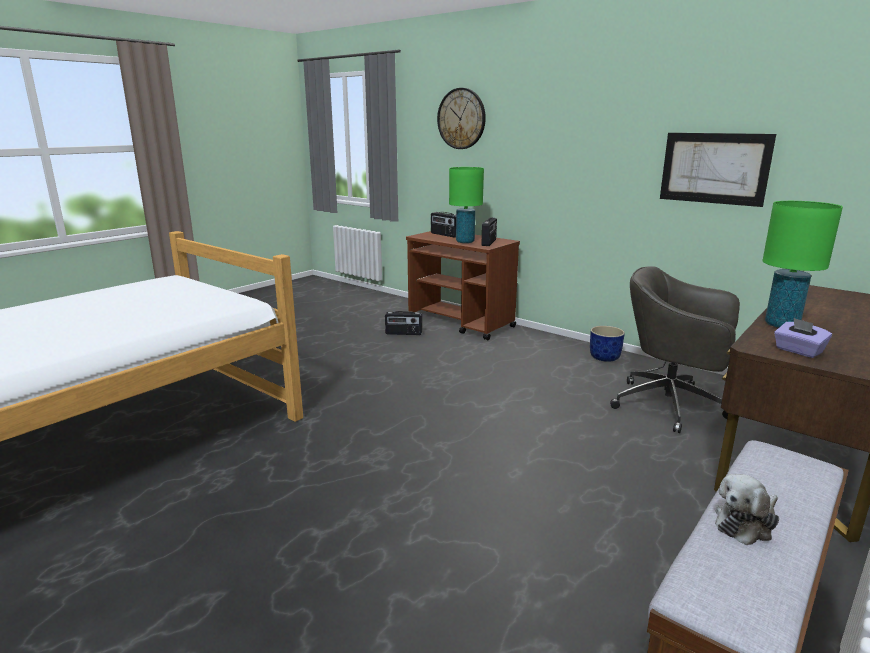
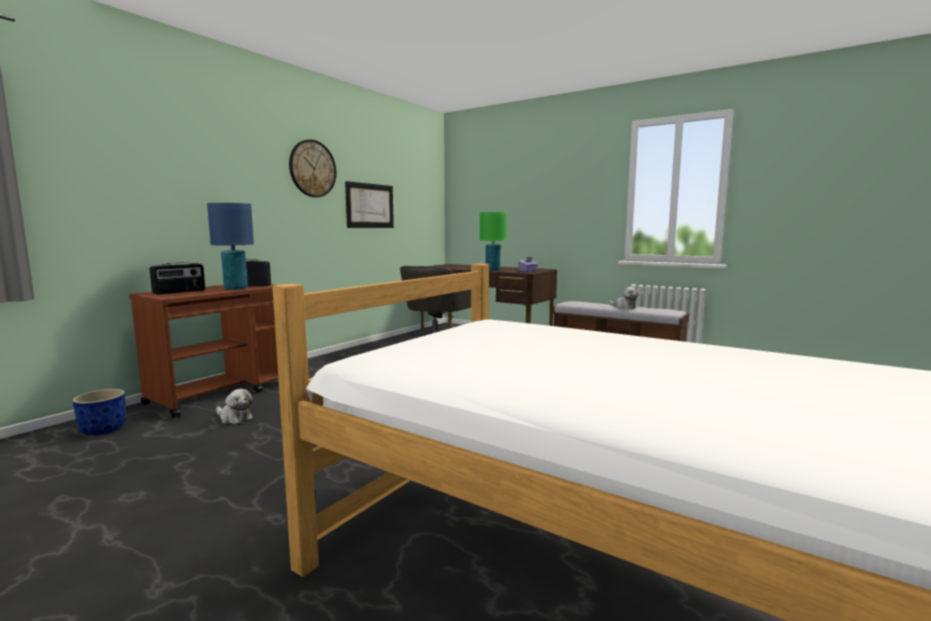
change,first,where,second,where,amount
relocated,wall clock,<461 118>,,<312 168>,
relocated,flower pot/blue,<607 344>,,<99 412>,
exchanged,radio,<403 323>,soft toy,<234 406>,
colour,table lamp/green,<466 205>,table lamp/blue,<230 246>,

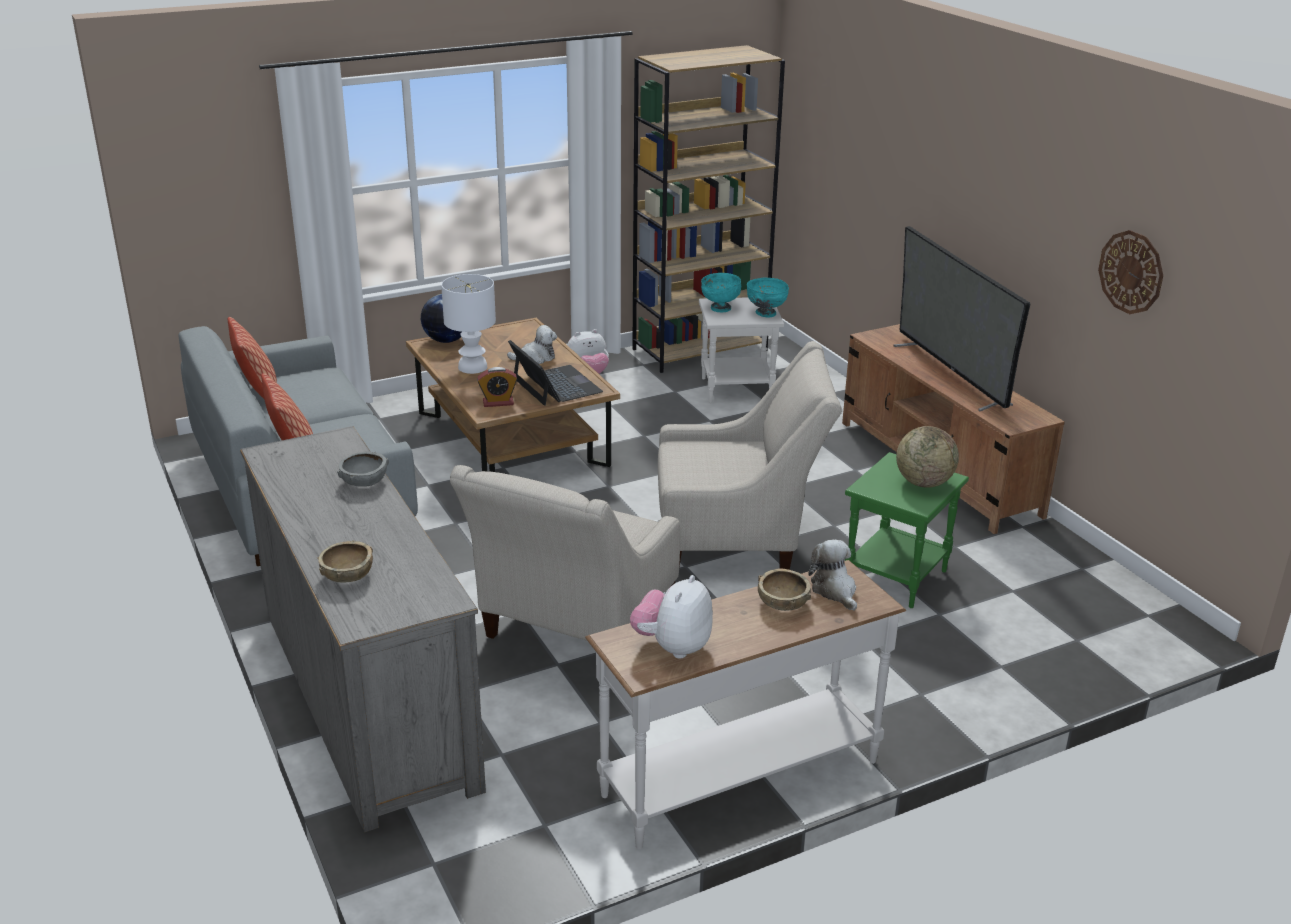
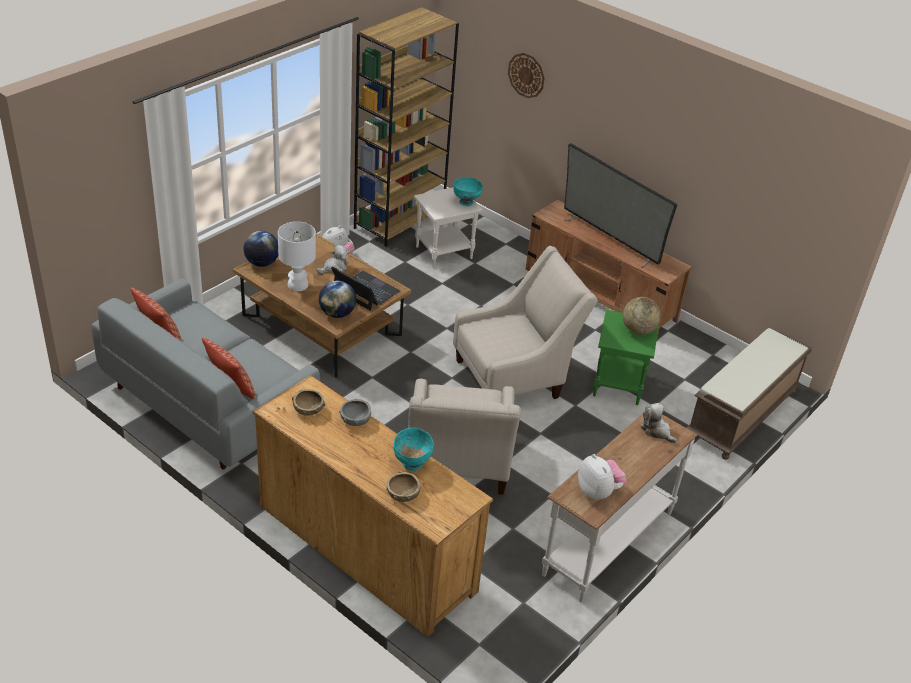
change,first,where,second,where,amount
appeared,,,indoor bench/brown-coloured,<749 394>,
relocated,deep dish/turquoise,<721 292>,,<413 449>,
relocated,deep dish/brown-coloured,<784 590>,,<308 402>,
relocated,wall clock,<1130 272>,,<526 75>,
exchanged,table clock,<497 387>,world globe,<337 299>,
colour,chest of drawers/gray,<363 629>,chest of drawers/brown-coloured,<373 506>,
spun,soft toy,<671 617>,,<602 477>,150 degrees clockwise

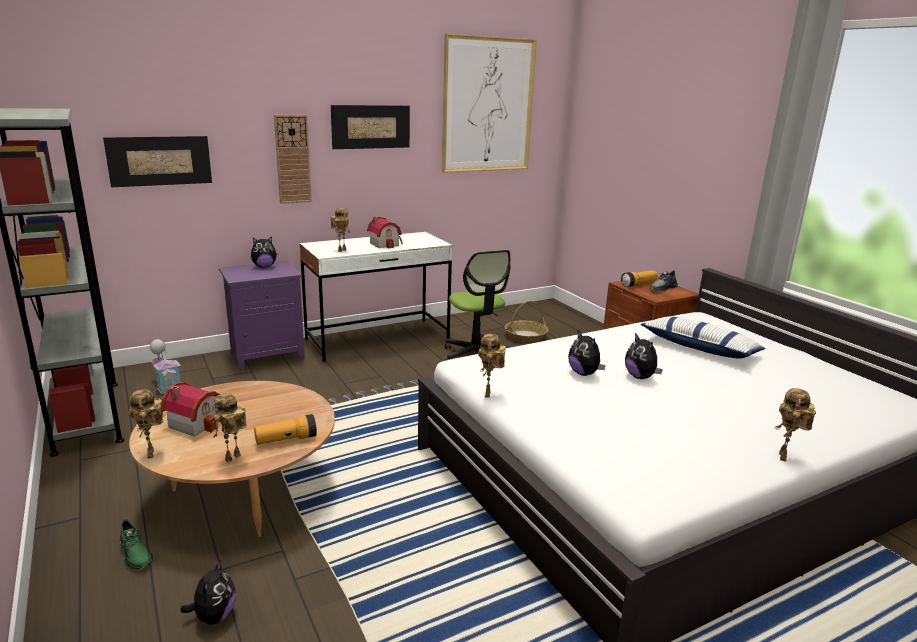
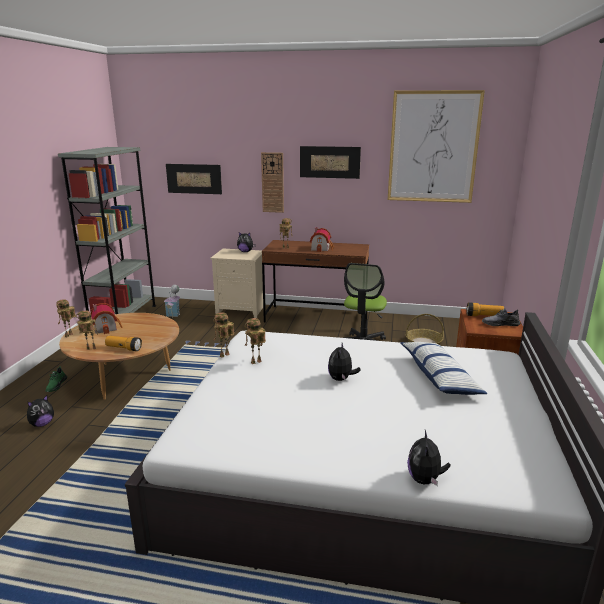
change,first,where,second,where,amount
relocated,soft toy,<587 353>,,<429 458>,
relocated,toy robot,<796 424>,,<255 341>,
colour,night table/purple-coloured,<262 316>,night table/beige,<236 283>,
colour,desk table/white,<375 297>,desk table/brown-coloured,<315 281>,

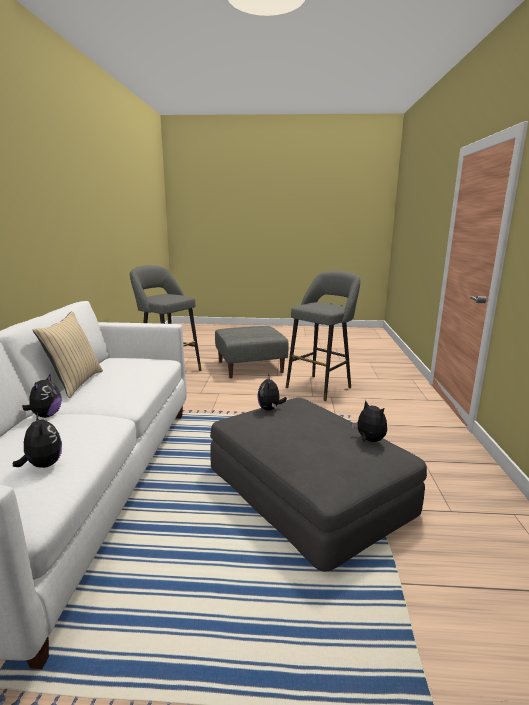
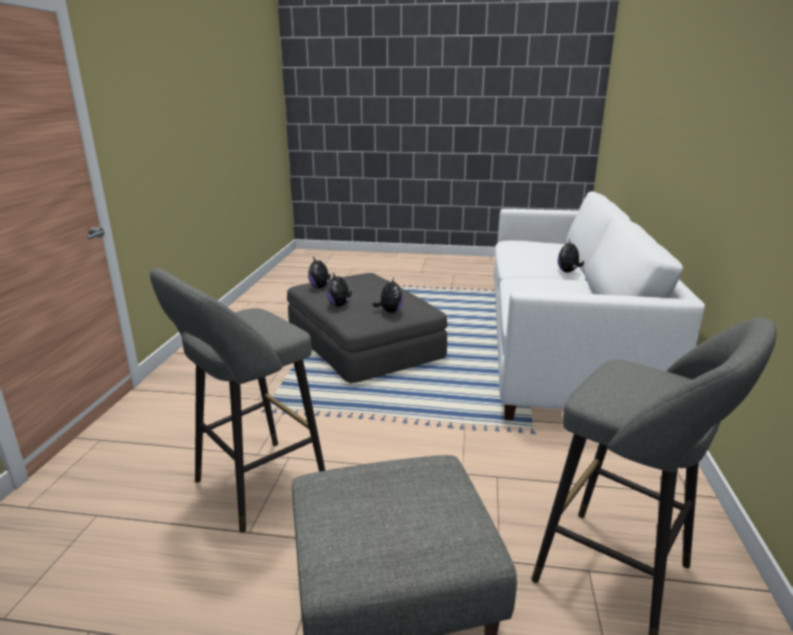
change,first,where,second,where,amount
missing,throw pillow/beige,<68 354>,,,
relocated,soft toy,<37 440>,,<339 290>,

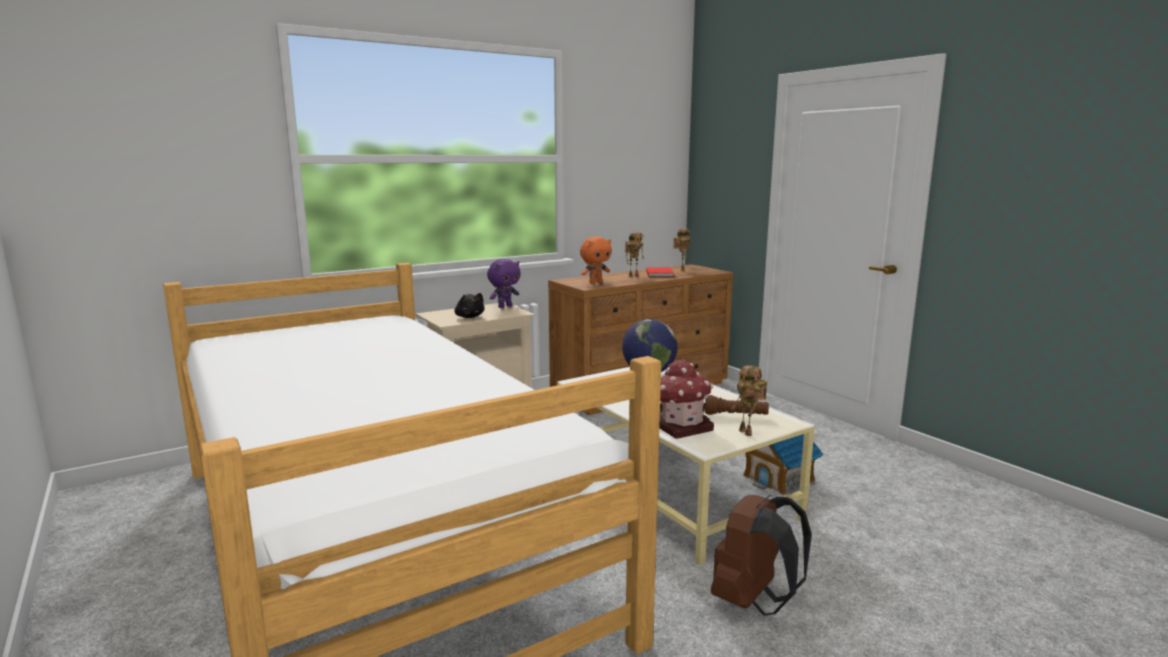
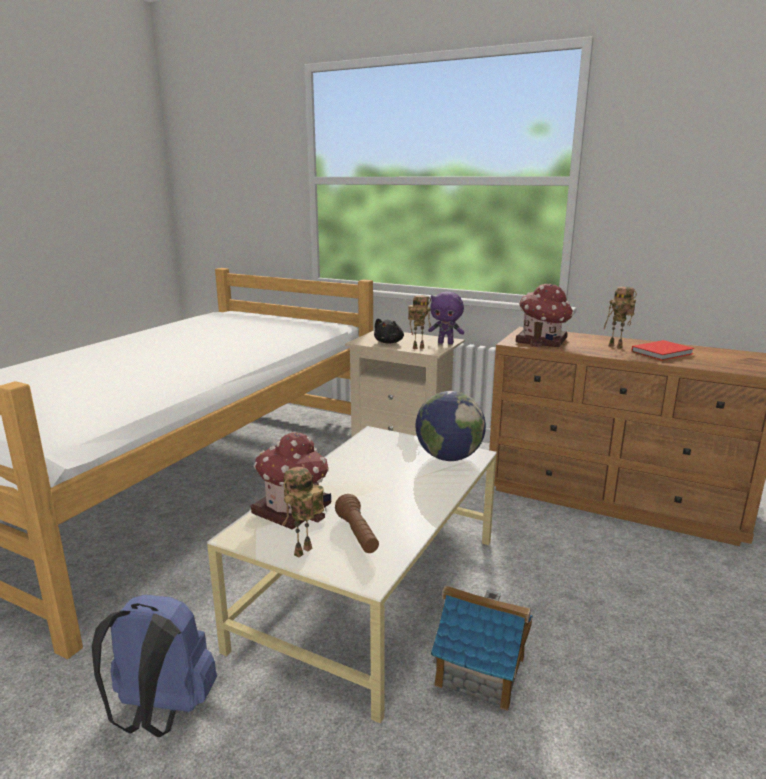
change,first,where,second,where,amount
relocated,toy robot,<682 249>,,<419 322>,
exchanged,soft toy/orange,<596 260>,toy house,<545 316>,
colour,rucksack/brown-coloured,<761 555>,rucksack/blue,<154 665>,

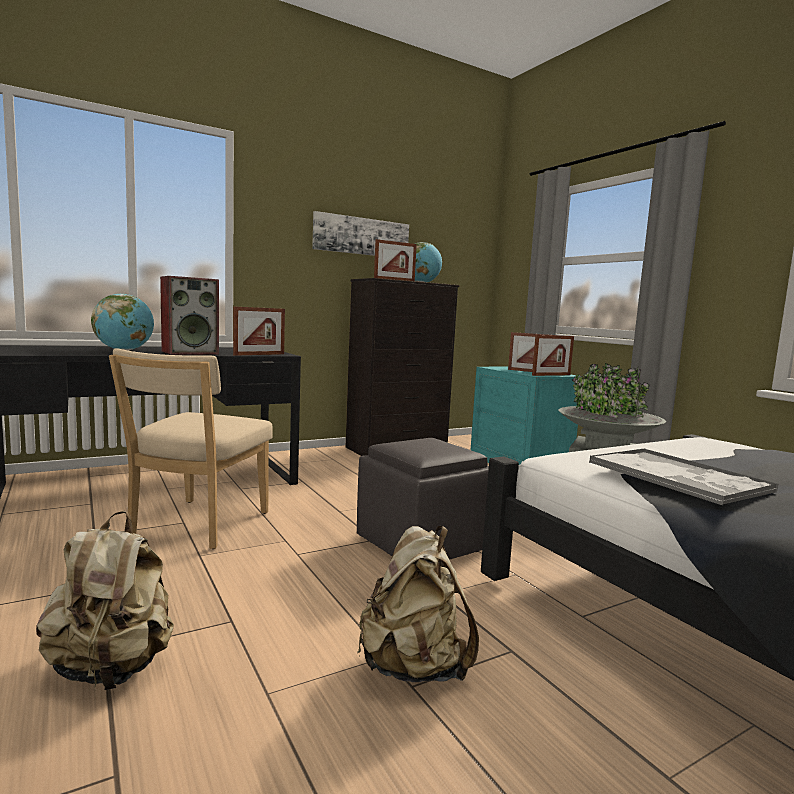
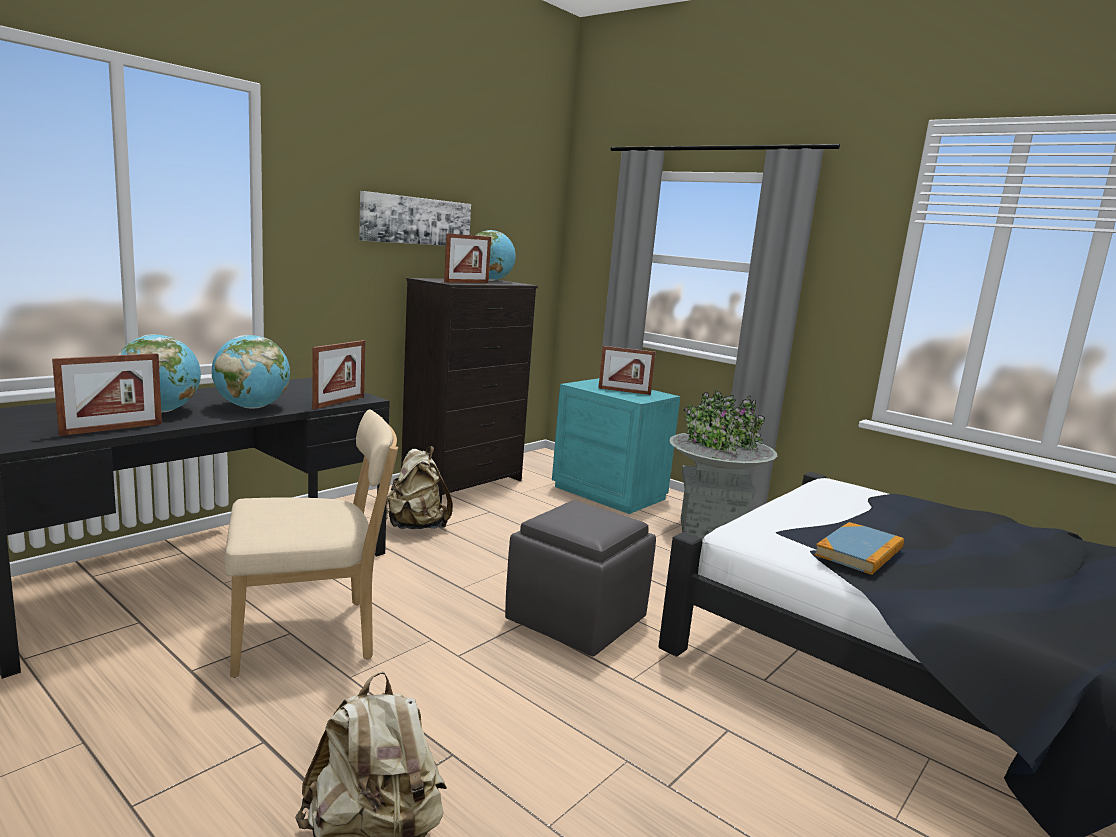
change,first,where,second,where,amount
relocated,rucksack/beige,<418 603>,,<419 487>,
relocated,standing frame,<553 355>,,<107 394>,
exchanged,audio speaker,<189 315>,world globe,<251 372>,
exchanged,tray,<684 476>,volume,<859 548>,
spun,plain chair/beige,<191 448>,,<311 543>,105 degrees counterclockwise

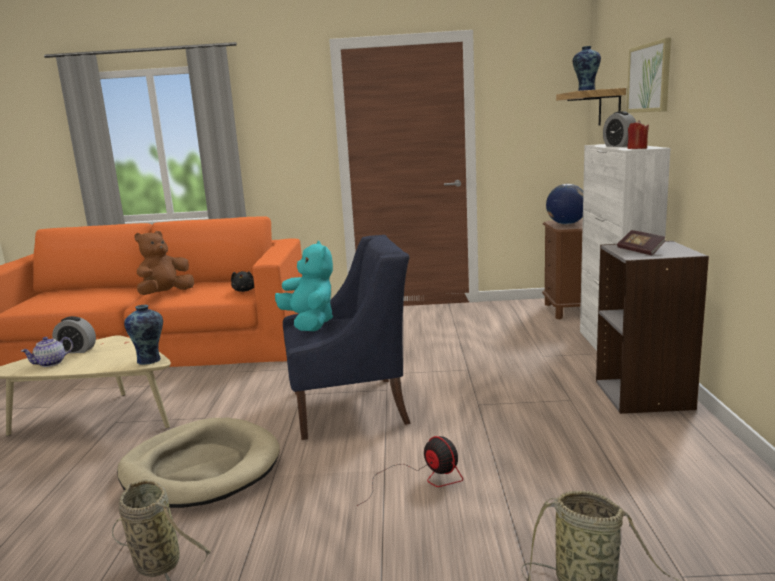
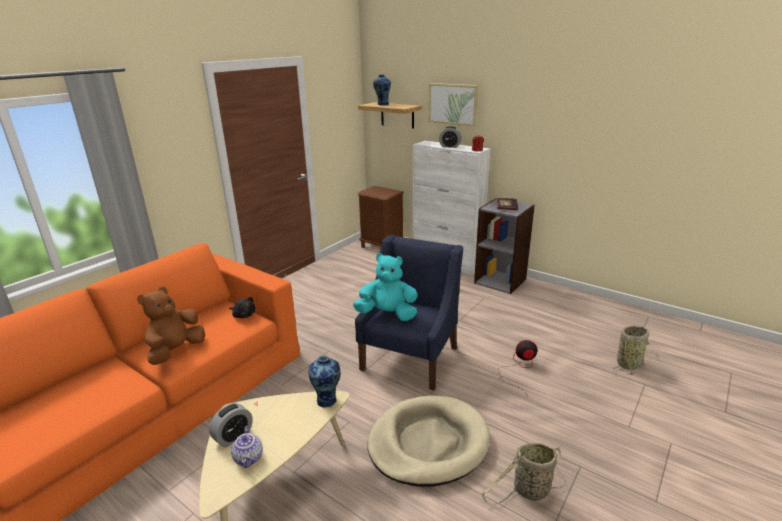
change,first,where,second,where,amount
missing,world globe,<564 204>,,,
spun,soft toy/brown-coloured,<164 263>,,<171 326>,45 degrees clockwise

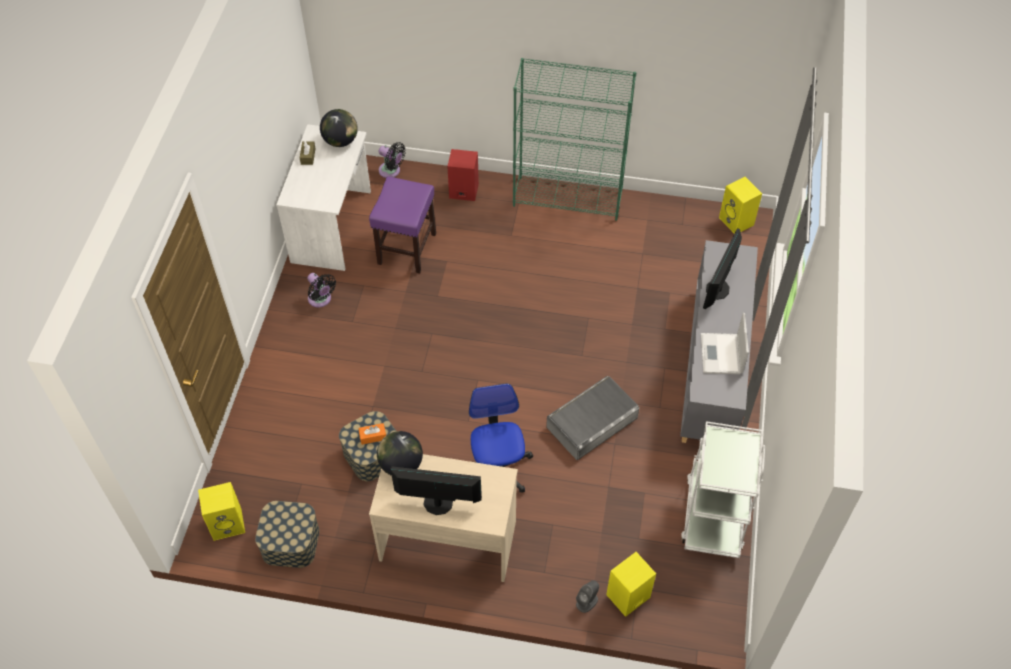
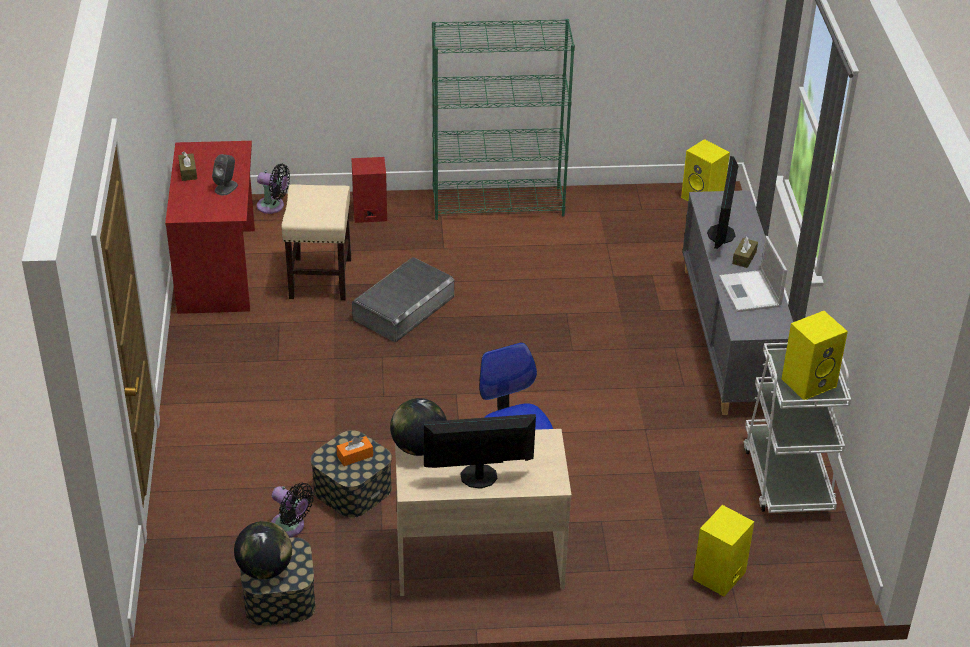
change,first,where,second,where,amount
appeared,,,tissue holder/brown-coloured,<745 252>,
relocated,audio speaker/yellowish,<221 511>,,<815 355>,
relocated,cooling fan/blackish,<321 290>,,<292 510>,
relocated,world globe,<339 128>,,<263 550>,
relocated,storage box/gray,<592 418>,,<403 299>,
relocated,audio speaker/gray,<587 596>,,<225 174>,
colour,desk table/white,<323 197>,desk table/red-coloured,<210 227>,
colour,sitting stool/purple-coloured,<402 225>,sitting stool/beige,<316 242>,

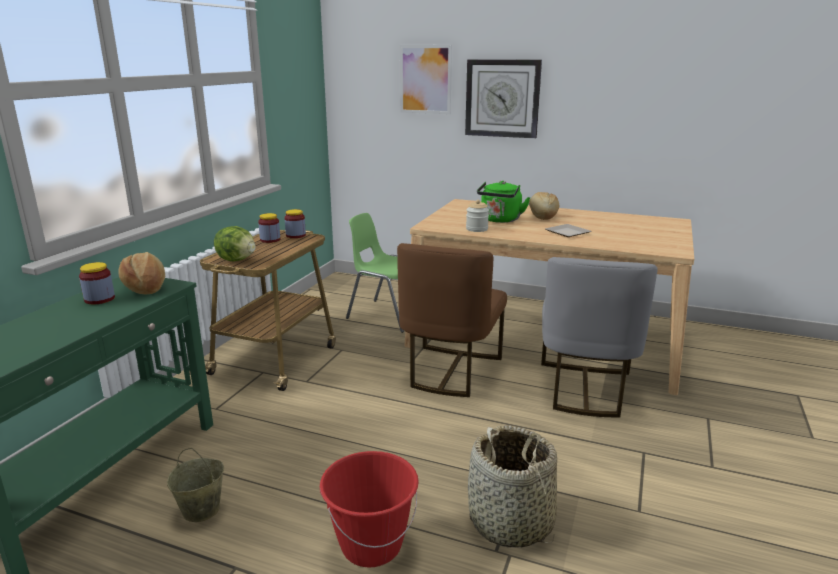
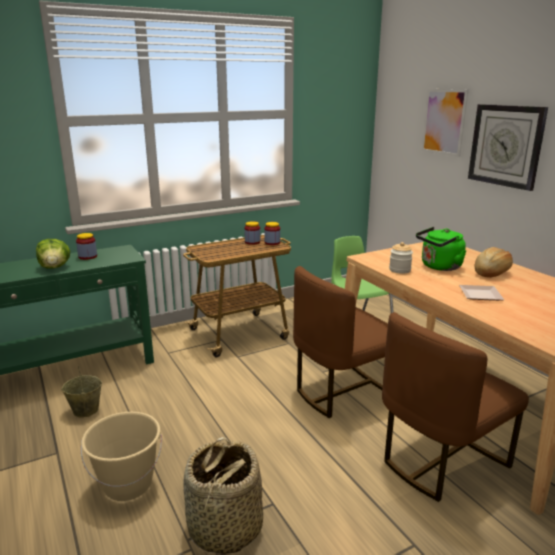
change,first,where,second,where,amount
missing,baked bread,<141 273>,,,
relocated,lettuce,<235 243>,,<53 254>,
colour,bucket/red-coloured,<369 509>,bucket/beige,<121 456>,
colour,plain chair/gray,<599 337>,plain chair/brown-coloured,<455 407>,

